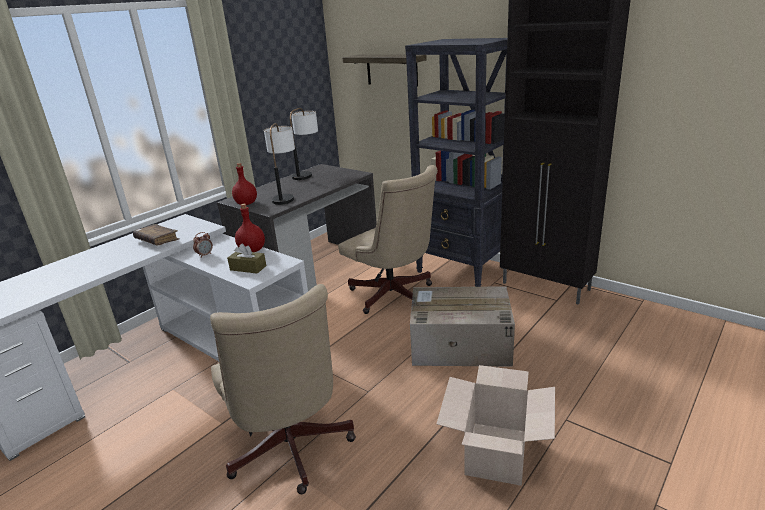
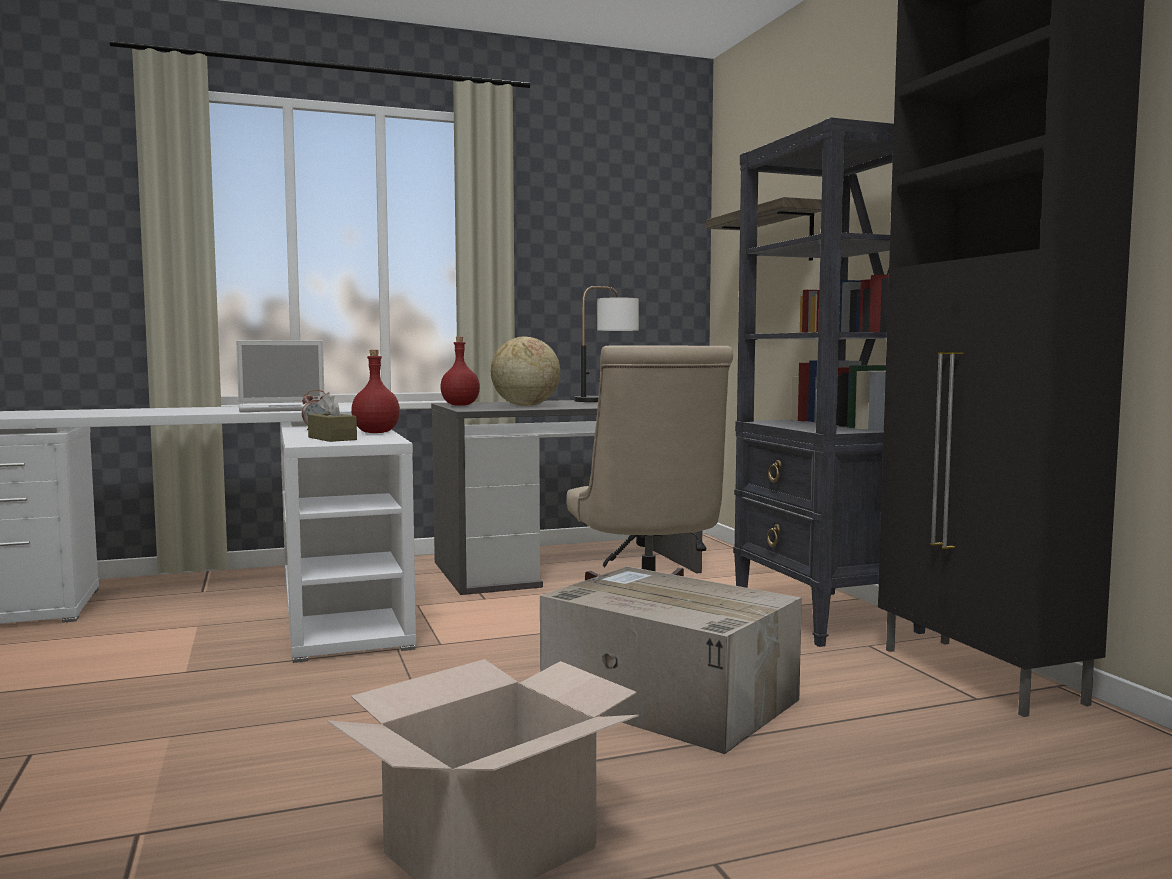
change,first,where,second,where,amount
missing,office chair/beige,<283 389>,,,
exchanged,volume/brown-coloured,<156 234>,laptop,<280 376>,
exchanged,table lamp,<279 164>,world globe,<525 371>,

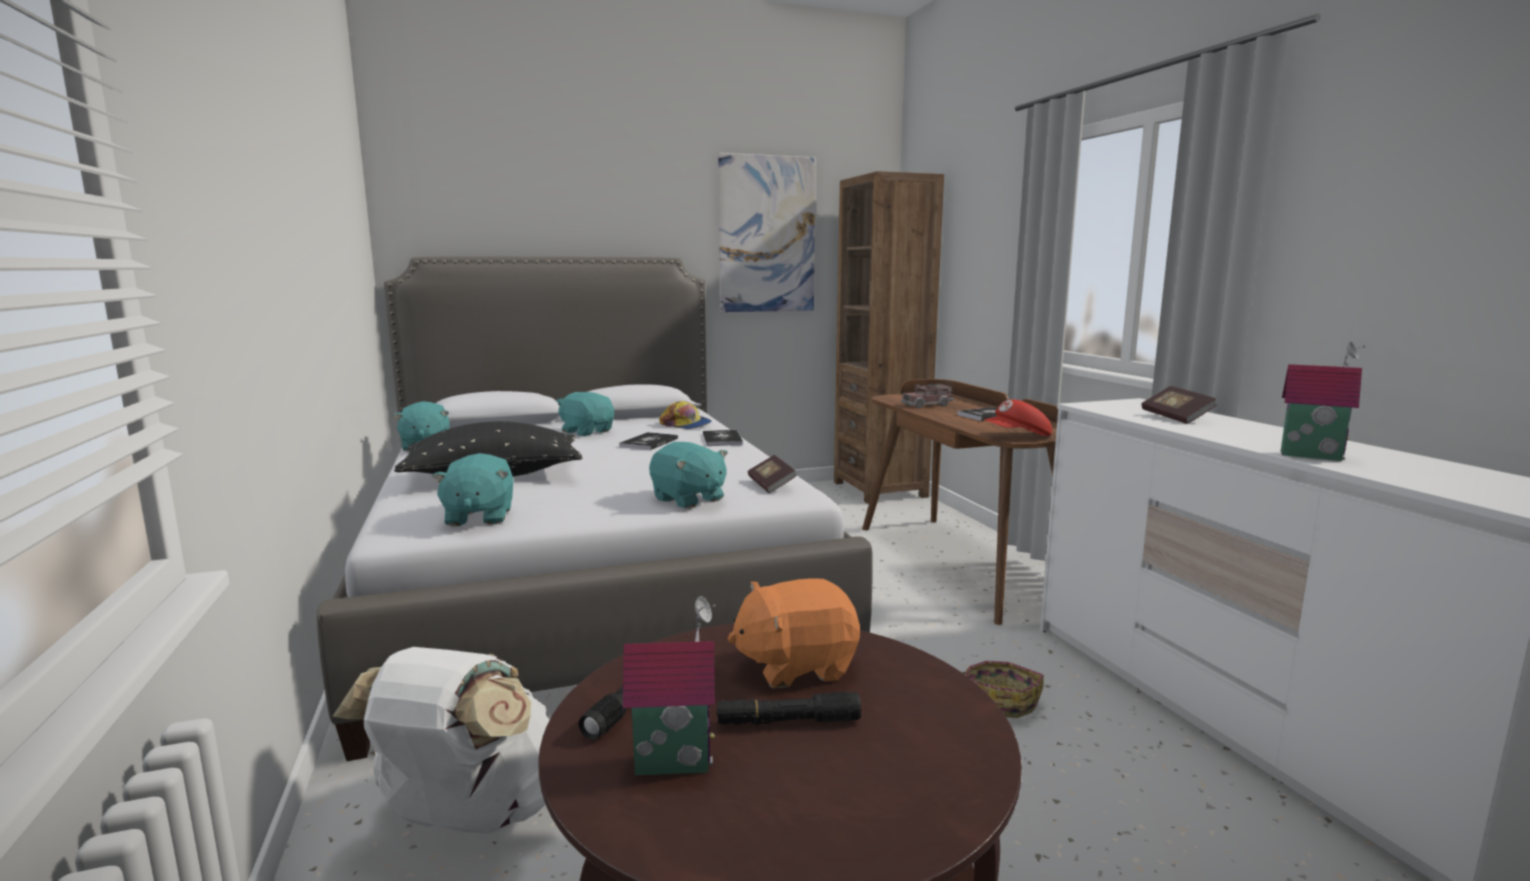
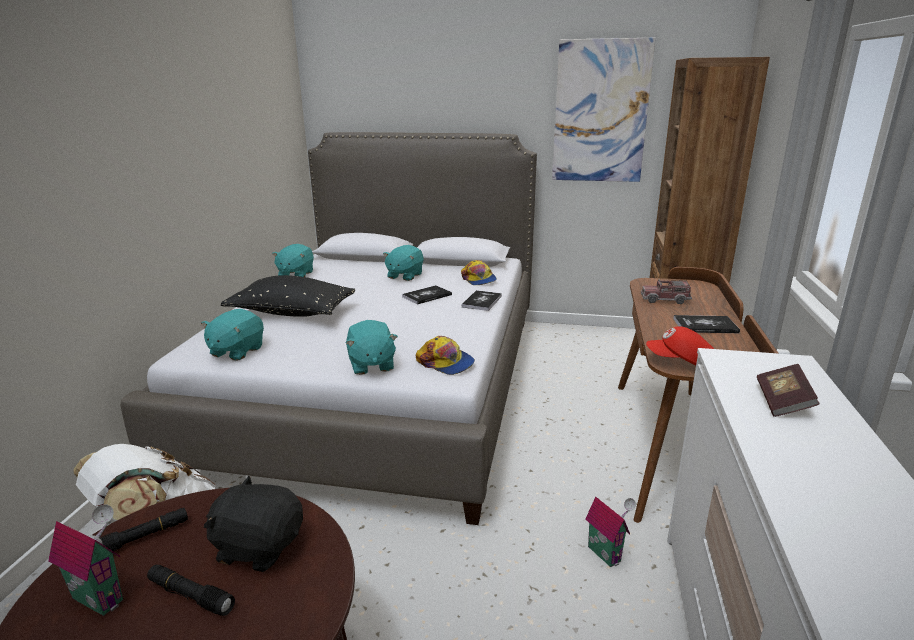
change,first,where,second,where,amount
missing,household basket,<1003 689>,,,
relocated,toy house,<1323 401>,,<610 532>,
exchanged,volume,<772 474>,cap,<445 355>,
colour,soft toy/orange,<793 633>,soft toy/blackish,<253 524>,
spun,soft toy/turquoise,<585 414>,,<403 263>,135 degrees counterclockwise

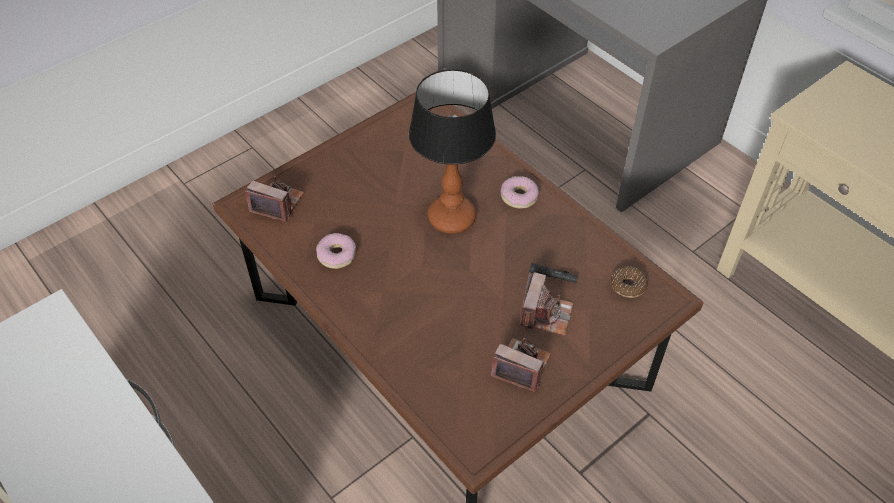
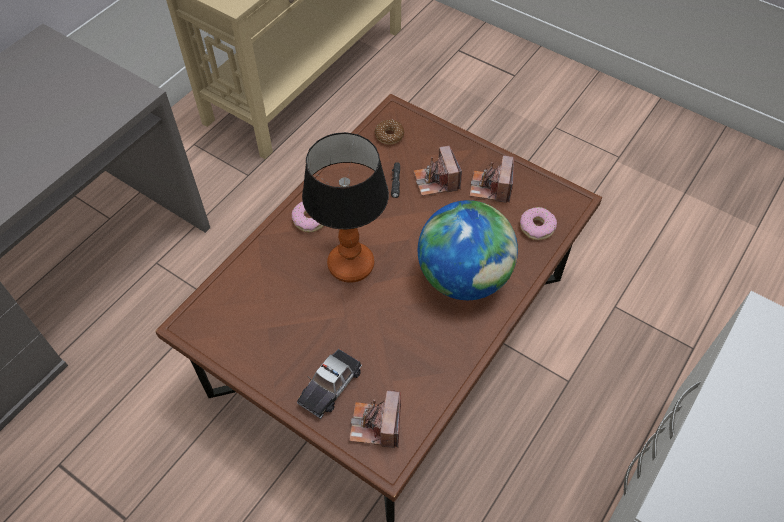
change,first,where,second,where,amount
appeared,,,miniature car,<329 384>,
appeared,,,world globe,<468 250>,
relocated,donut,<336 251>,,<538 223>,
spun,still camera,<546 304>,,<437 170>,105 degrees counterclockwise

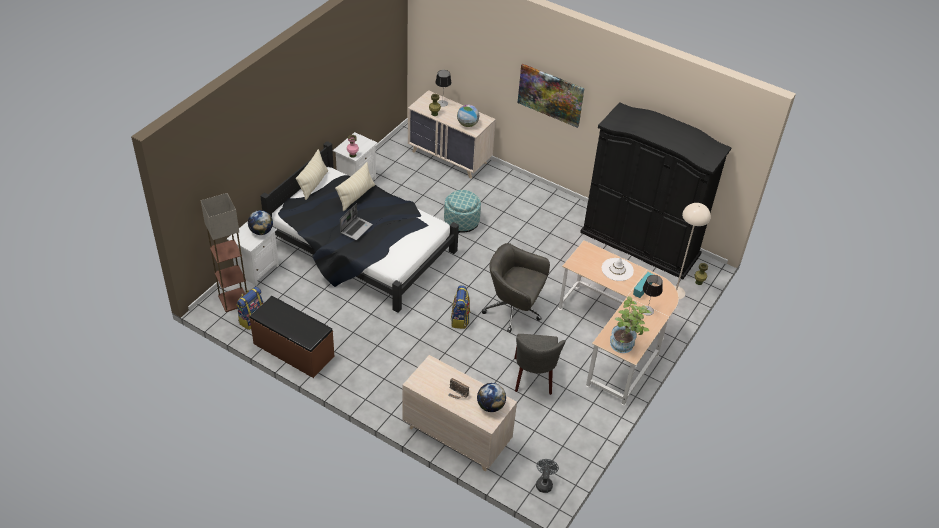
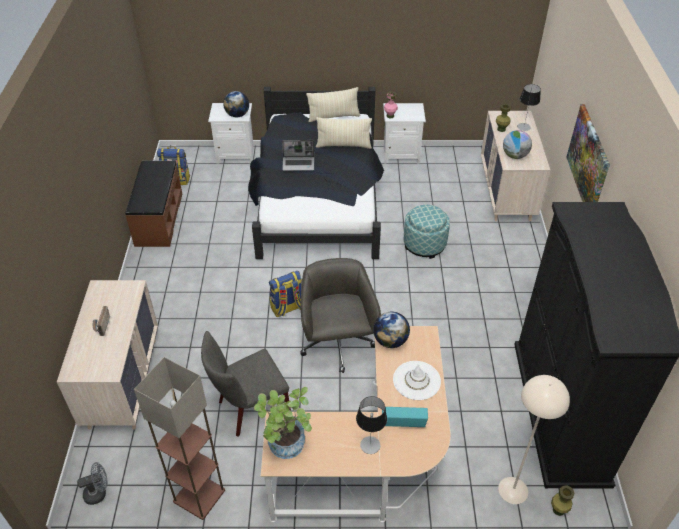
change,first,where,second,where,amount
relocated,floor lamp,<223 252>,,<179 438>,
relocated,world globe,<491 397>,,<391 329>,

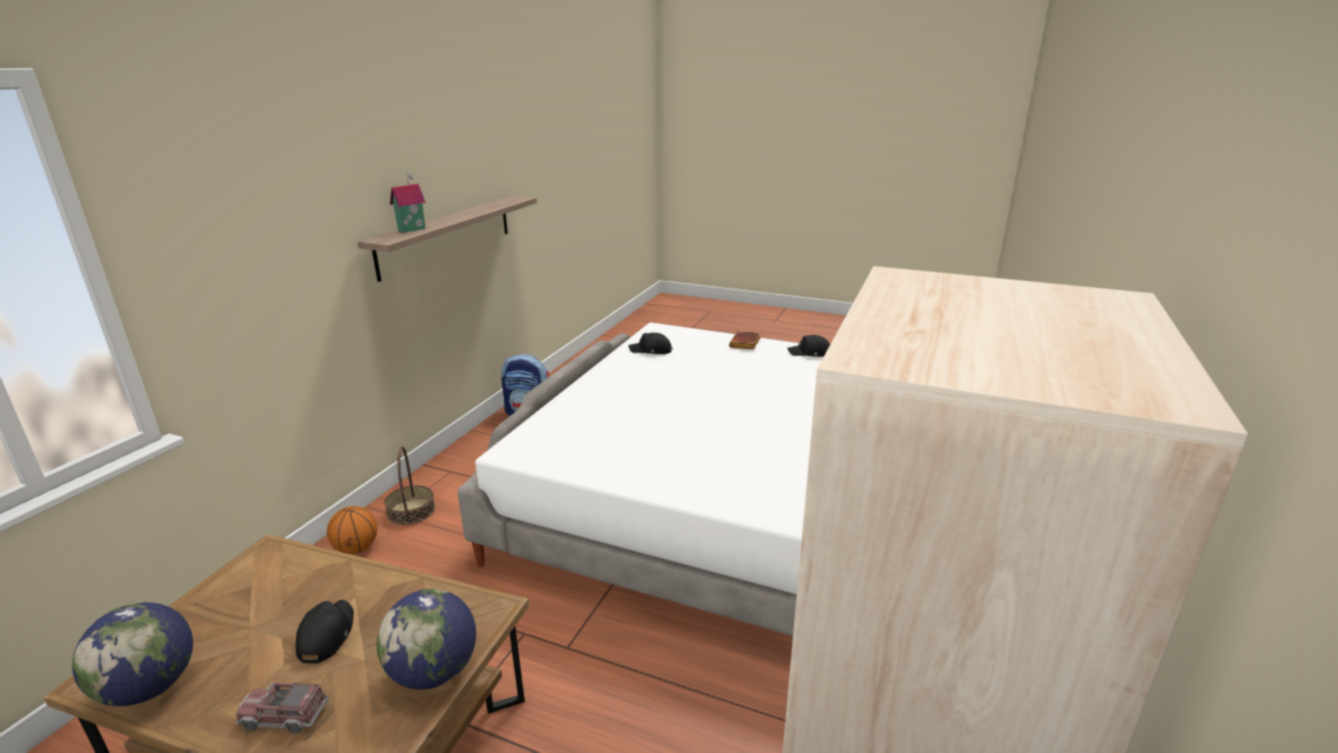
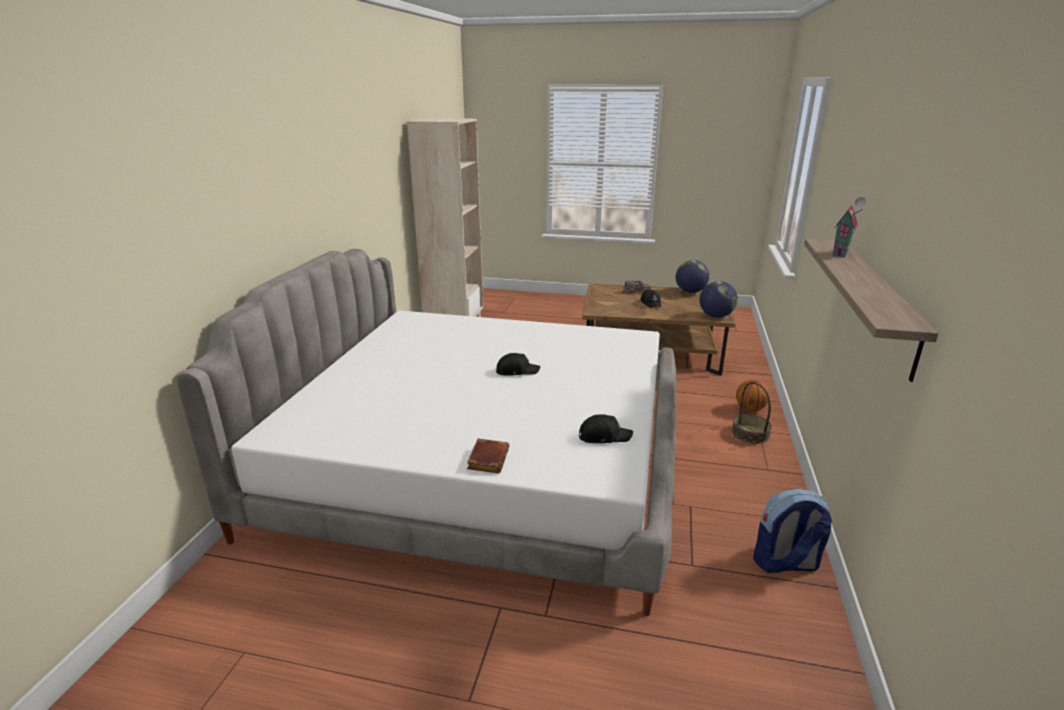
change,first,where,second,where,amount
relocated,world globe,<426 639>,,<719 299>,
relocated,cap/blackish,<808 346>,,<518 364>,

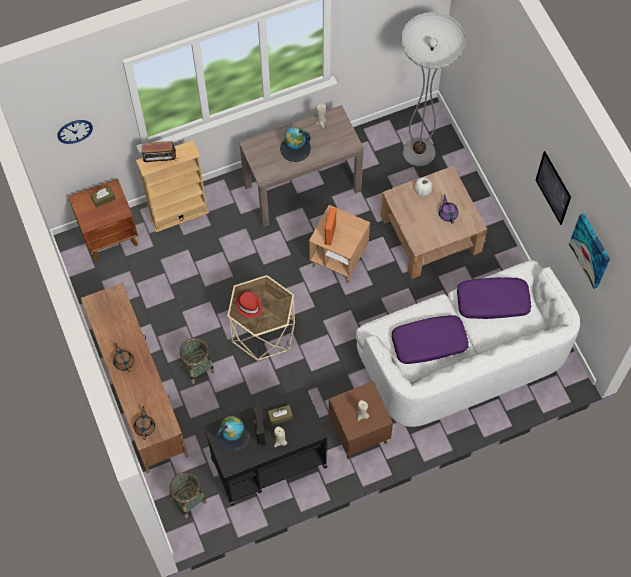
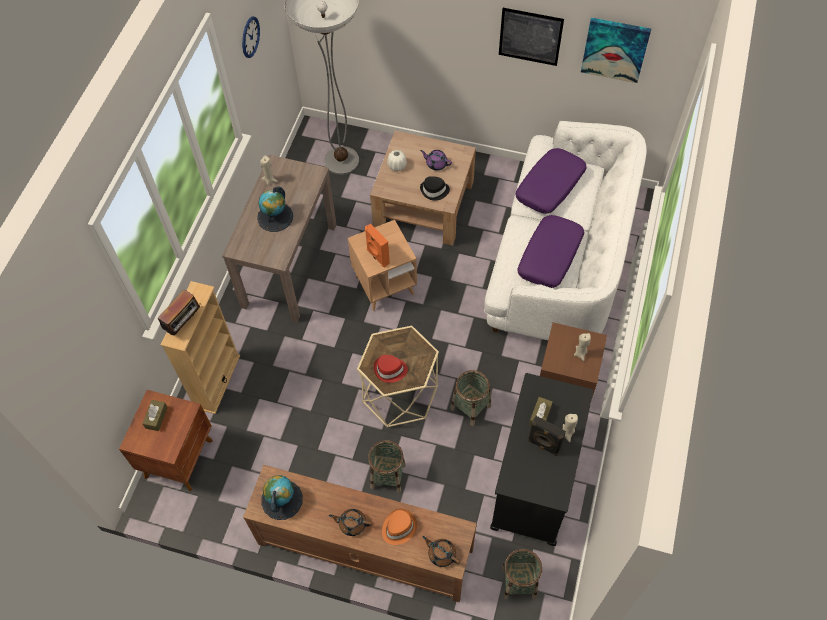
change,first,where,second,where,amount
appeared,,,clothing hat/orange,<399 527>,
appeared,,,clothing hat/blackish,<435 188>,
appeared,,,household basket,<470 398>,
relocated,wall clock,<75 132>,,<251 37>,
relocated,world globe,<233 434>,,<282 497>,

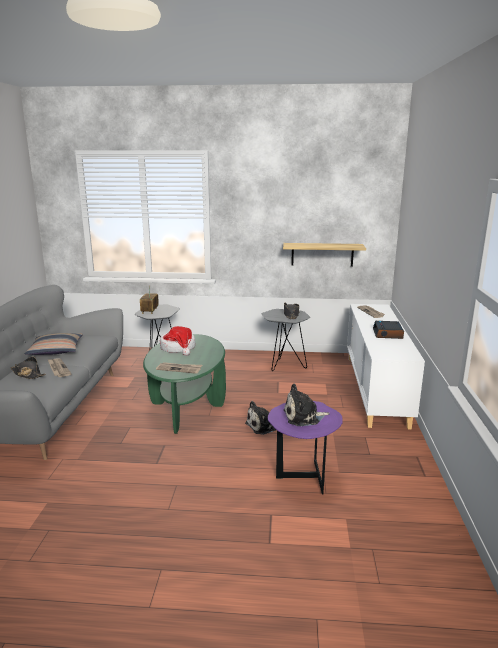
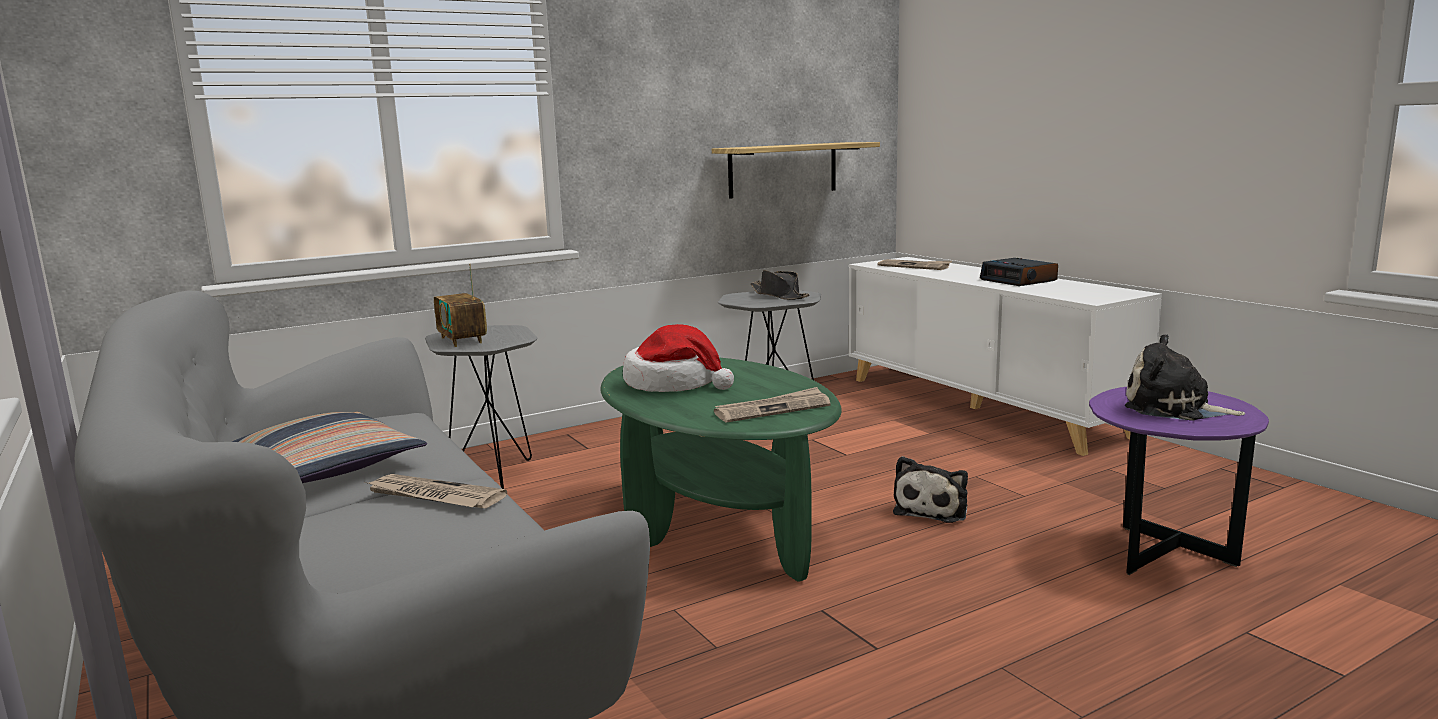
change,first,where,second,where,amount
missing,clothing hat/blackish,<28 368>,,,
spun,soft toy,<306 405>,,<1185 377>,75 degrees clockwise

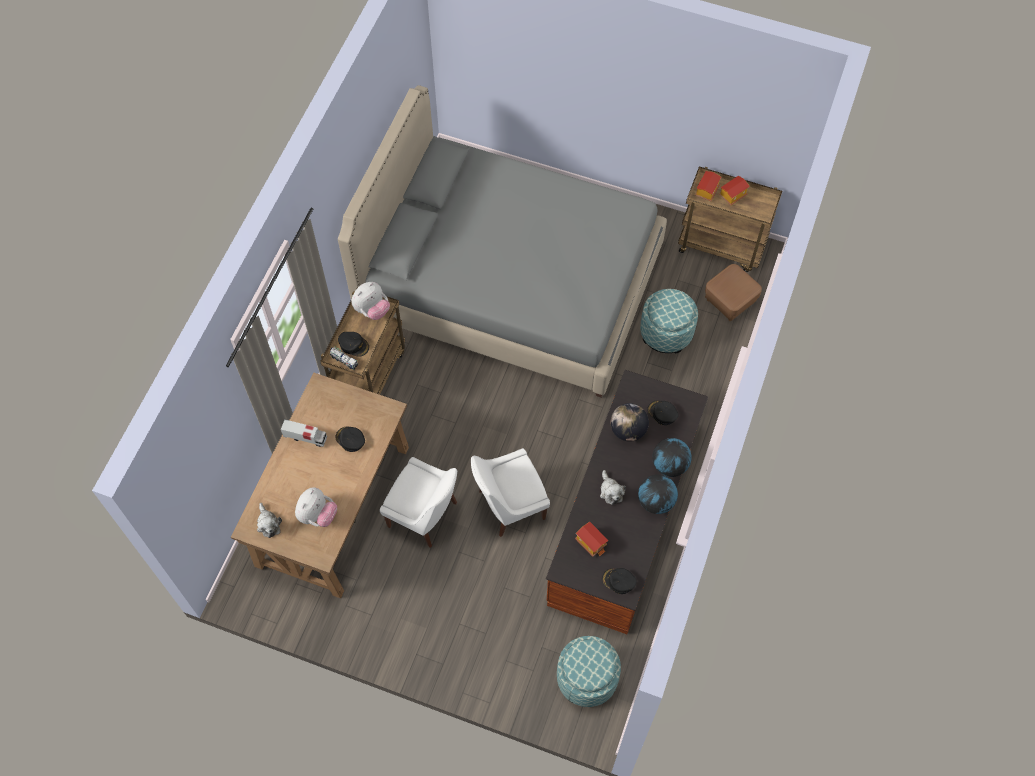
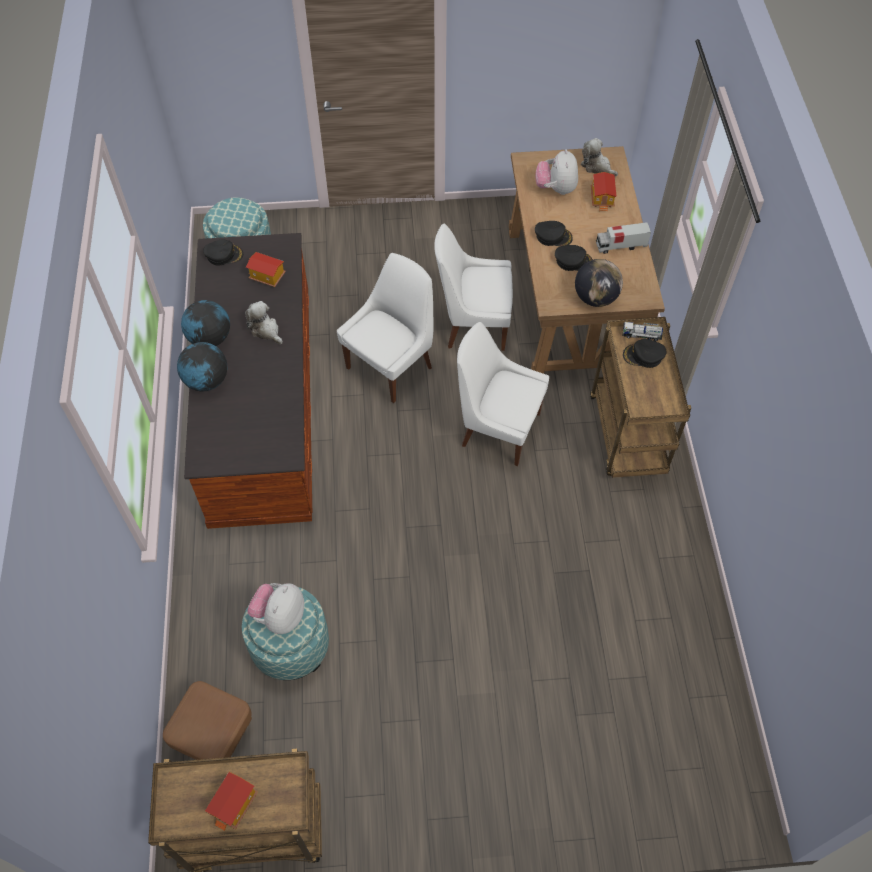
change,first,where,second,where,amount
missing,bed/gray,<502 241>,,,
appeared,,,plain chair/white,<503 394>,
relocated,soft toy,<370 301>,,<275 608>,
relocated,world globe,<629 422>,,<599 283>,
relocated,cap/blackish,<663 412>,,<554 233>,
relocated,toy house,<708 186>,,<603 191>,

